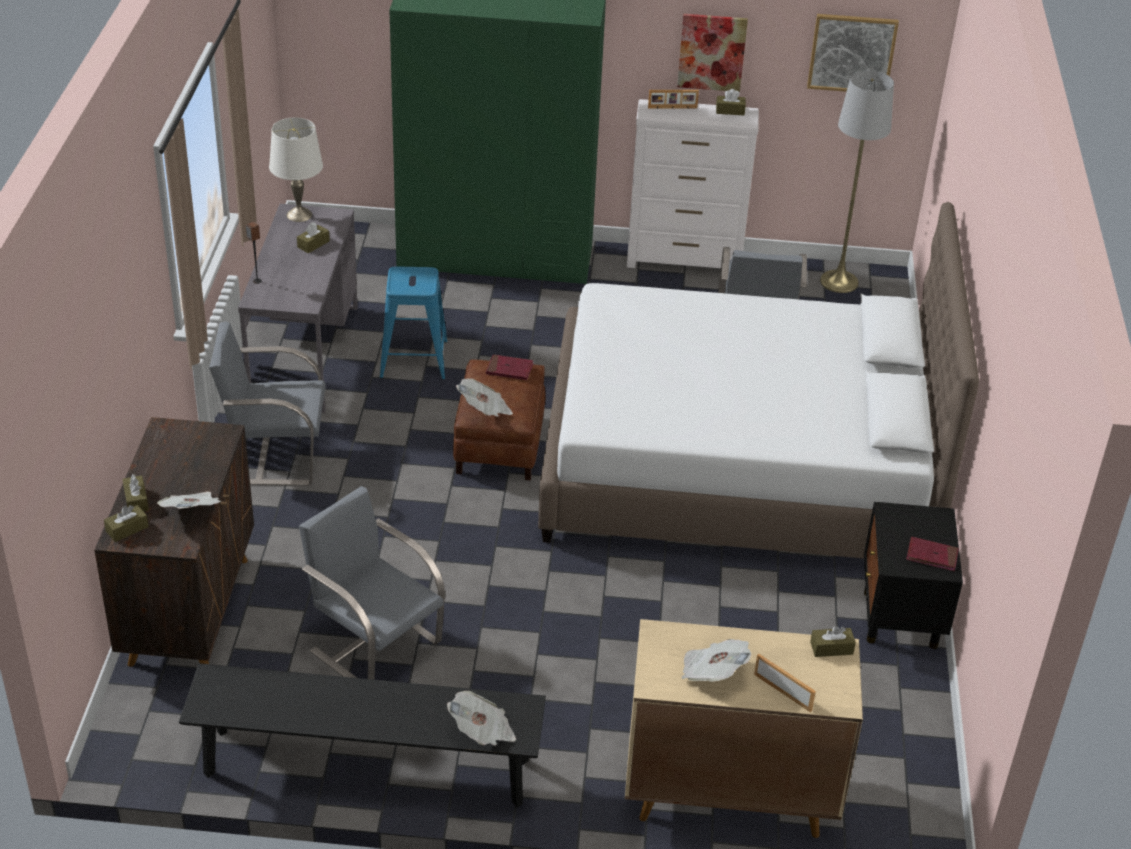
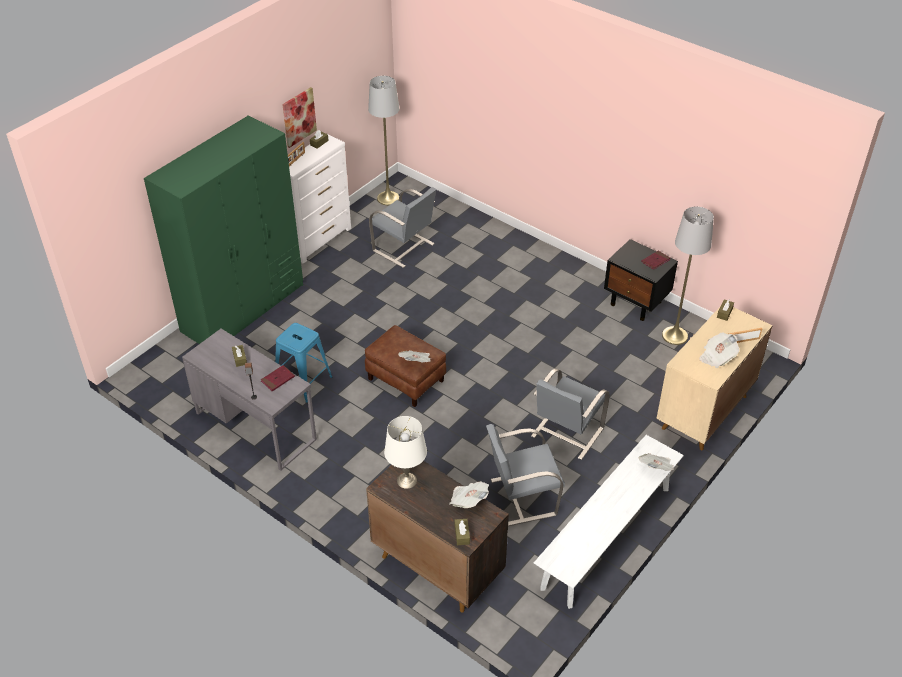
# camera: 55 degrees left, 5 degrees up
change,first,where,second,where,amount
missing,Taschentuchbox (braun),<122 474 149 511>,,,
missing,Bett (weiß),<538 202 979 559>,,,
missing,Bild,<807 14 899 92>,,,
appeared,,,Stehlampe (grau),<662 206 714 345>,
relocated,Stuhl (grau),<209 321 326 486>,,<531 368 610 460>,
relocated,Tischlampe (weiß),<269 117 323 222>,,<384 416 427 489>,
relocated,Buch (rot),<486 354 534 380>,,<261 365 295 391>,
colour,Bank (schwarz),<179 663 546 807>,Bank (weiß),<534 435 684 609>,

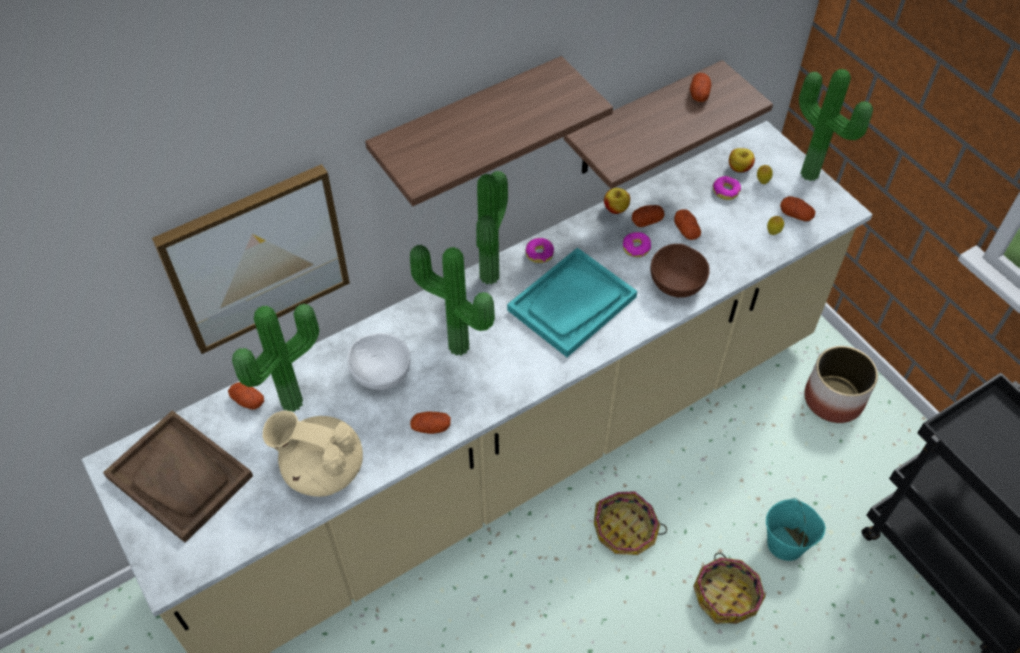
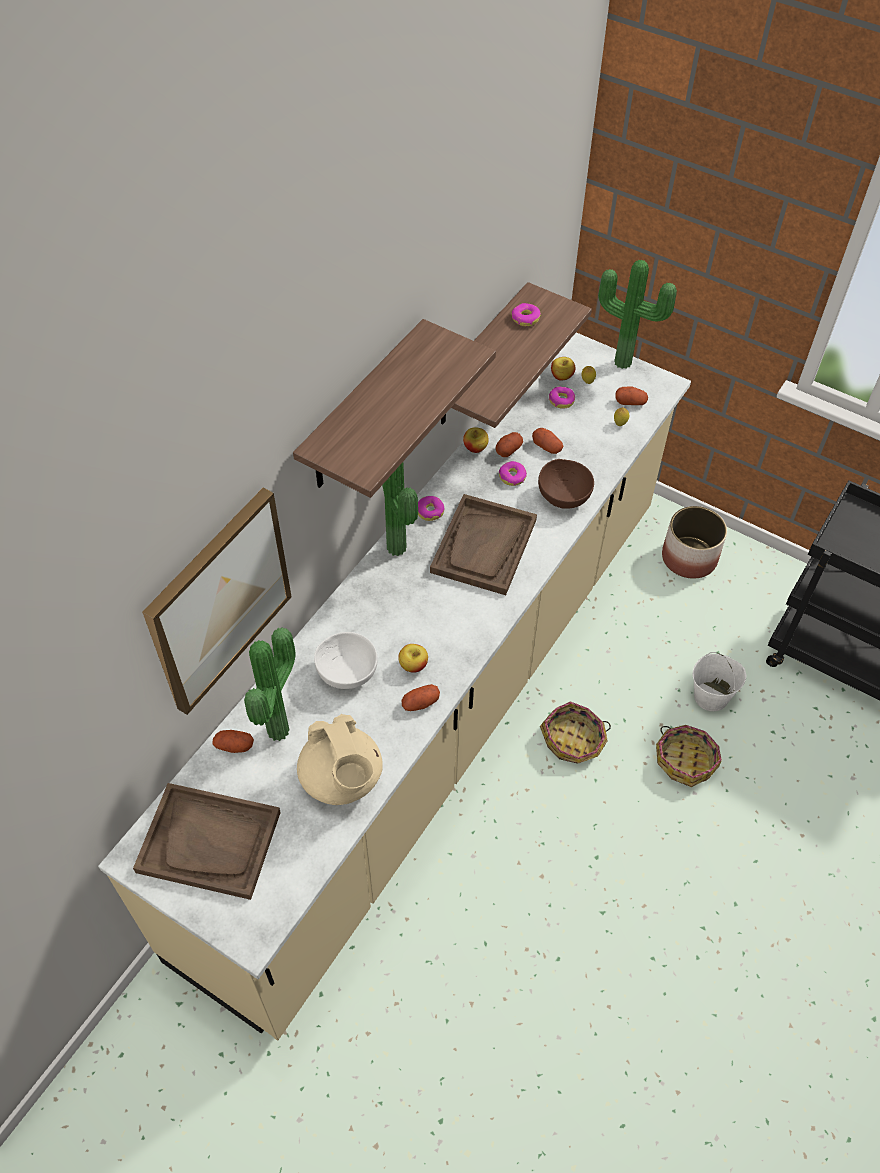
# camera: 25 degrees left, 0 degrees up
change,first,where,second,where,amount
missing,Topfpflanze,<410 245 495 356>,,,
appeared,,,Apfel,<398 644 428 673>,
exchanged,Kartoffel,<690 73 712 102>,Donut,<512 303 541 326>,
colour,Tablett (türkis),<507 248 637 357>,Tablett (braun),<430 494 537 595>,
colour,Eimer (türkis),<766 498 826 561>,Eimer (weiß),<693 652 746 711>,
spun,Teekanne (beige),<262 410 363 497>,,<297 714 383 805>,105 degrees counterclockwise

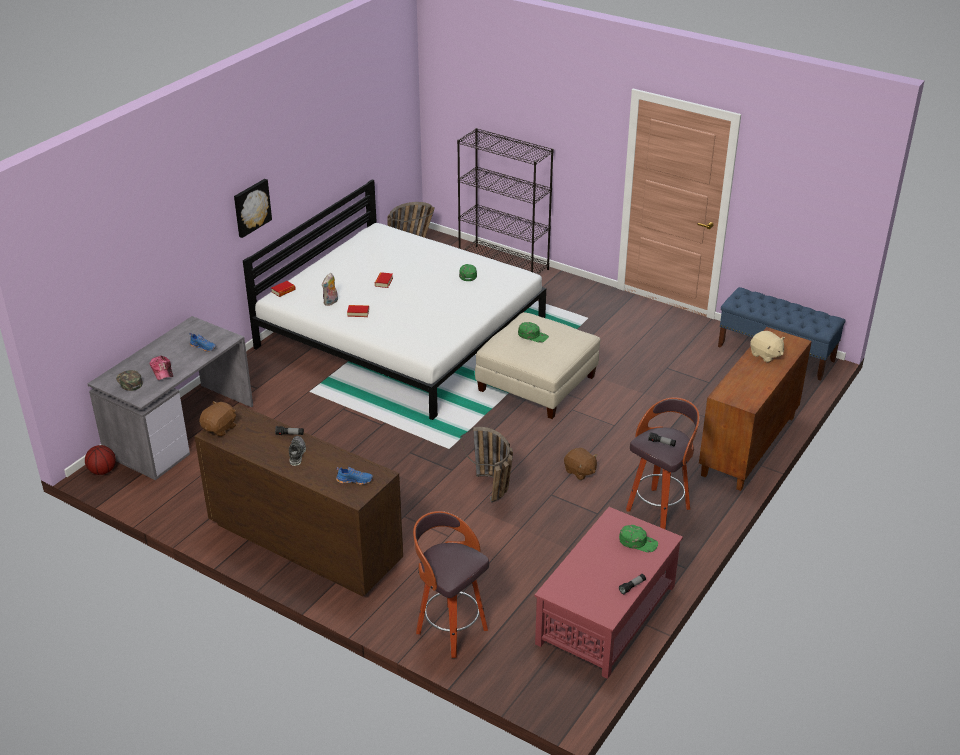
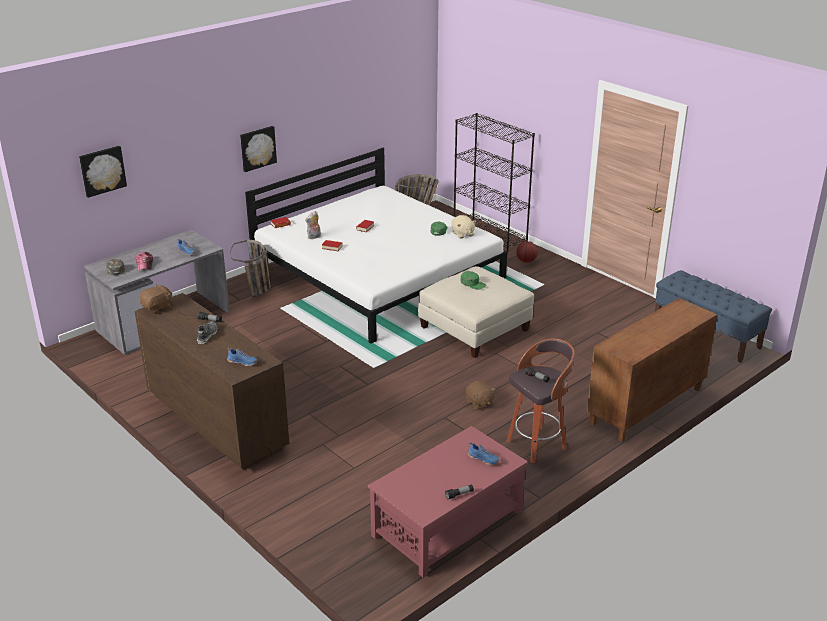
# camera: 15 degrees right, 5 degrees down
change,first,where,second,where,amount
missing,Hocker,<413 511 489 658>,,,
appeared,,,Bild,<79 146 127 198>,
relocated,Basketball,<85 445 116 475>,,<516 241 538 263>,
relocated,Korb,<461 427 513 503>,,<230 240 271 297>,
relocated,Plüschtier (beige),<750 331 785 363>,,<451 215 476 238>,
exchanged,Kappe (grün),<619 525 658 552>,Schuh (blau),<468 442 499 465>,

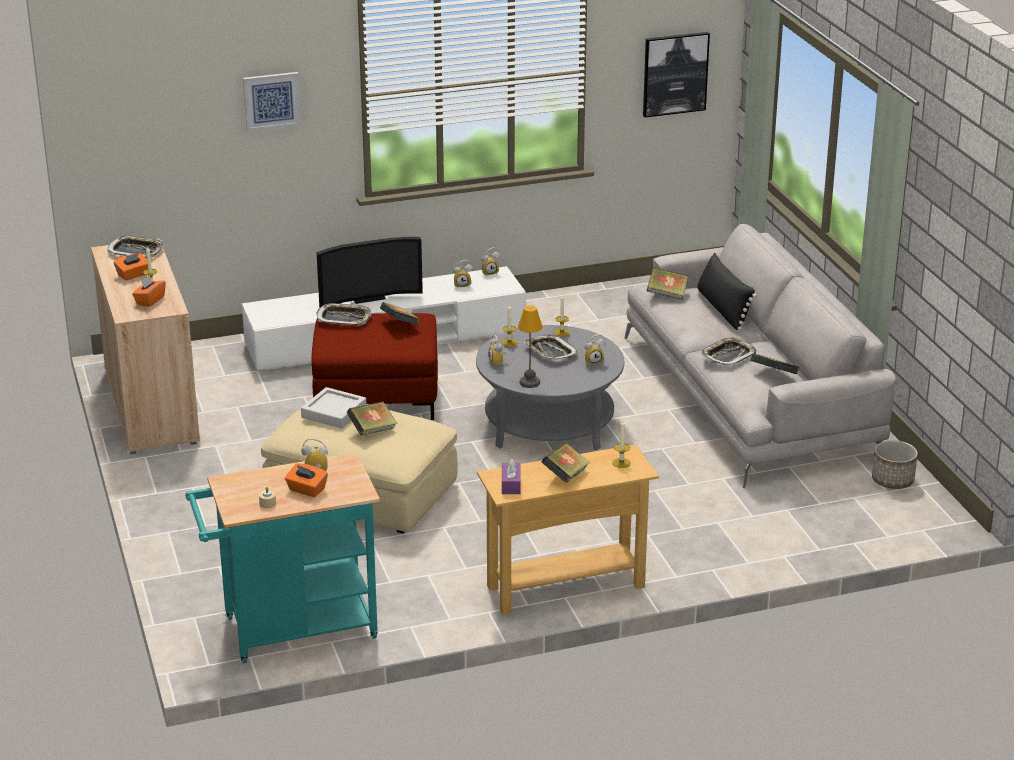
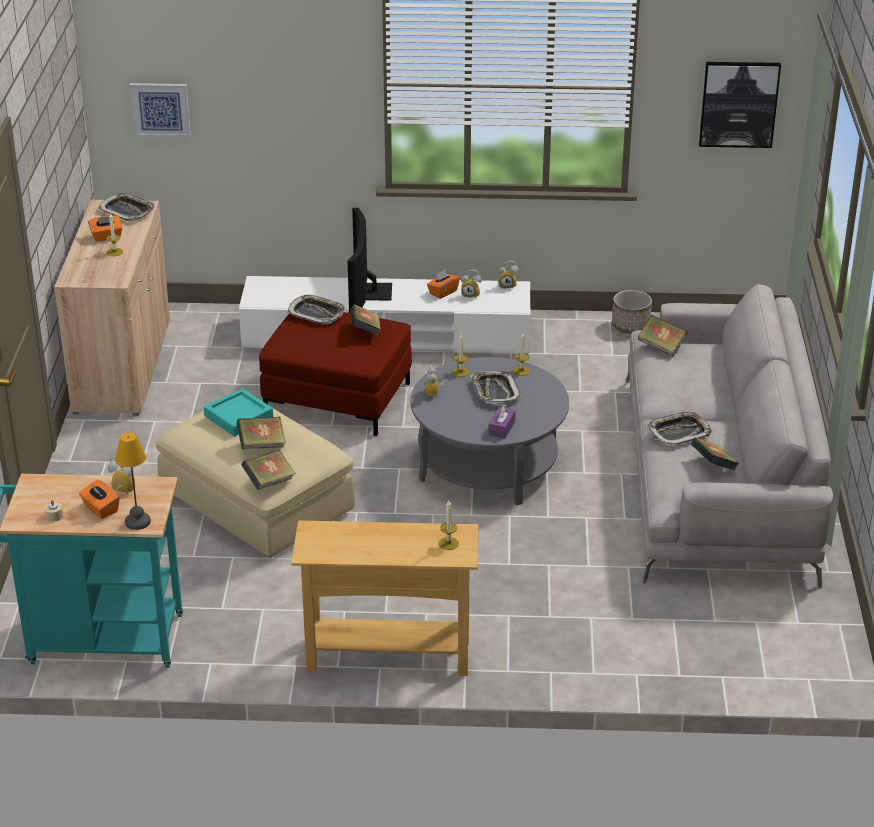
# camera: 20 degrees right, 5 degrees up
change,first,where,second,where,amount
missing,Wecker,<585 334 606 365>,,,
missing,Kissen (schwarz),<697 253 757 331>,,,
relocated,Taschentuchbox (orange),<132 275 166 307>,,<427 269 460 299>,
relocated,Bild,<243 72 301 132>,,<129 83 191 138>,
relocated,Taschentuchbox (lila),<502 458 521 494>,,<489 404 516 439>,
relocated,Tischlampe,<518 306 543 388>,,<115 432 151 530>,
relocated,Buch,<542 443 590 483>,,<242 450 296 490>,
relocated,Pflanzkübel,<872 440 918 489>,,<612 290 652 334>,
colour,Tablett (grau),<301 387 366 429>,Tablett (türkis),<204 388 273 436>,
spun,Fernseher,<317 237 423 307>,,<348 208 392 313>,90 degrees clockwise

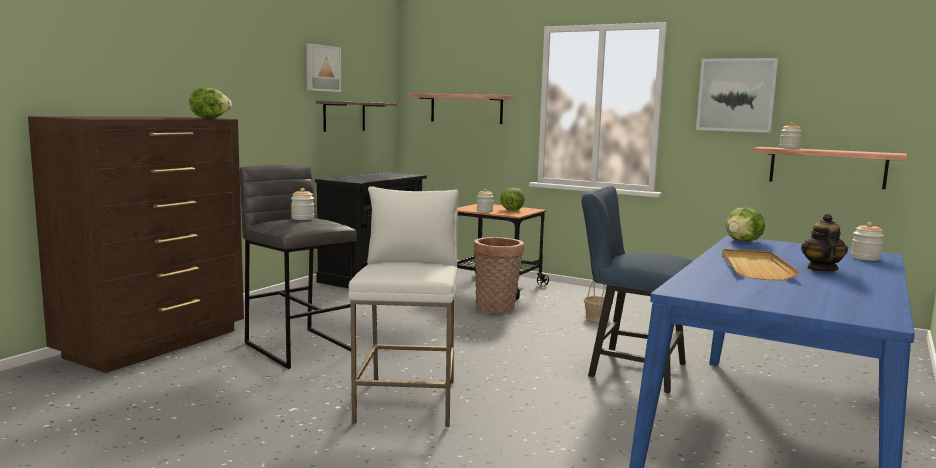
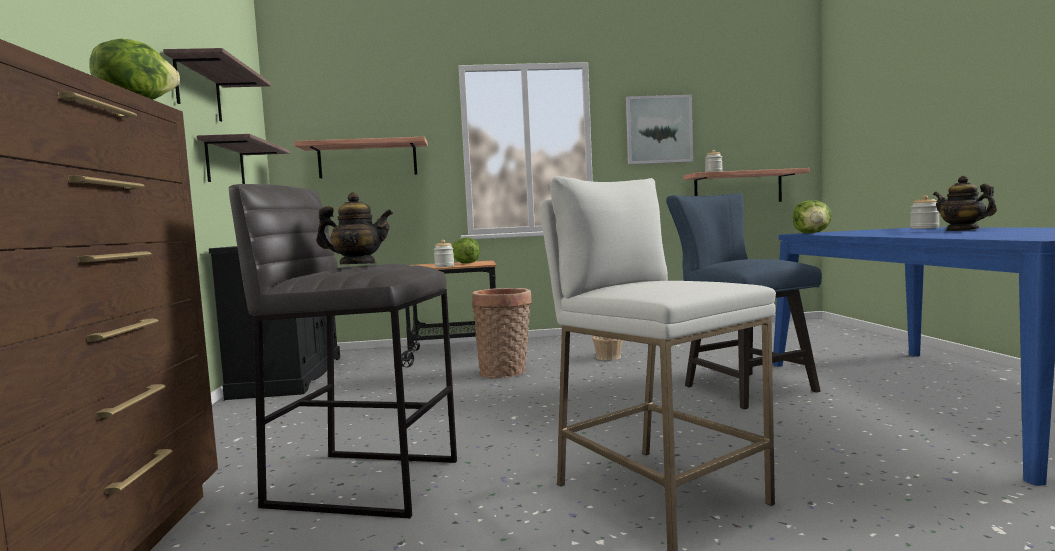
# camera: 35 degrees left, 5 degrees down
change,first,where,second,where,amount
missing,Tablett (beige),<722 249 799 280>,,,
exchanged,Vorratsglas,<291 188 314 220>,Teekanne,<316 192 393 264>,
exchanged,Bild,<306 43 341 92>,Wandregal,<163 48 271 122>,
spun,Stuhl (blau),<582 186 693 393>,,<666 193 822 409>,75 degrees clockwise

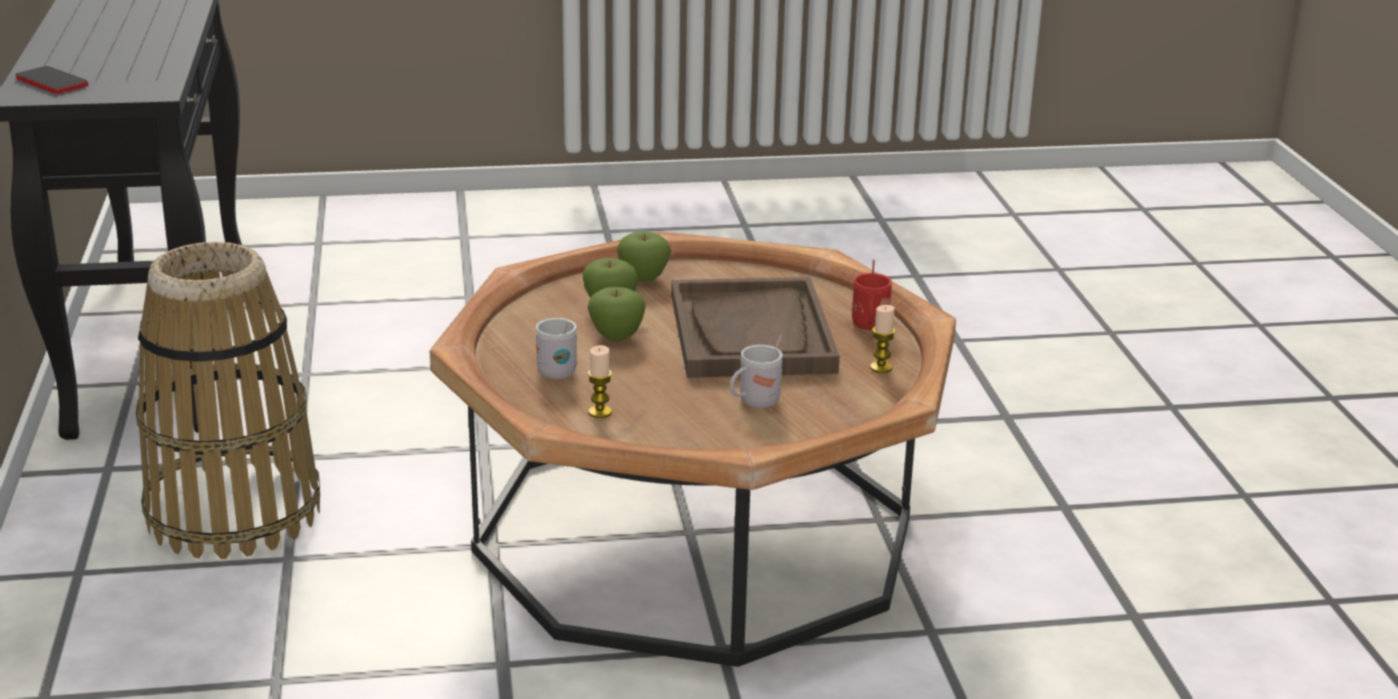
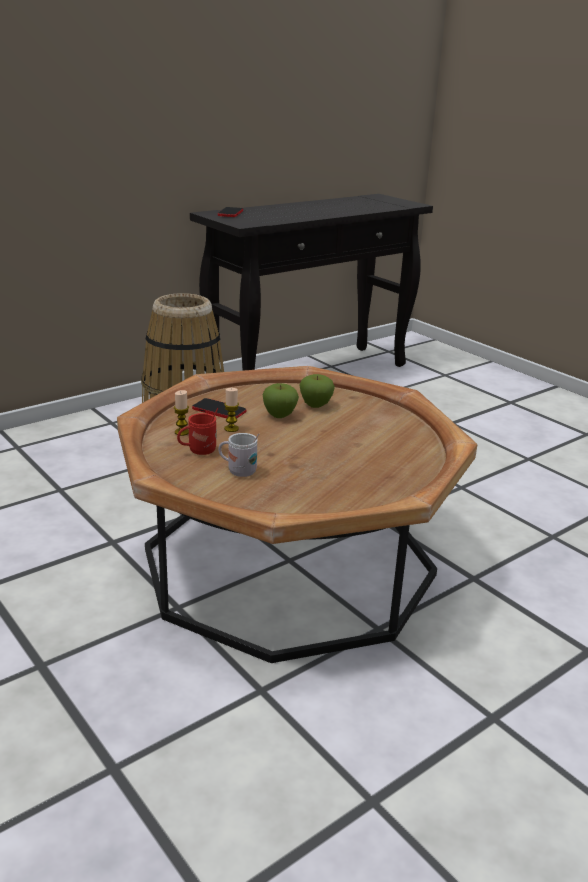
# camera: 60 degrees right, 0 degrees up
change,first,where,second,where,amount
missing,Apfel,<617 231 671 281>,,,
missing,Tablett (braun),<671 277 840 378>,,,
relocated,Henkelbecher (rot),<852 260 892 330>,,<177 408 218 455>,
relocated,Kerze,<870 305 895 373>,,<224 388 239 432>,
exchanged,Henkelbecher (weiß),<536 318 577 379>,Handy,<192 398 246 418>,

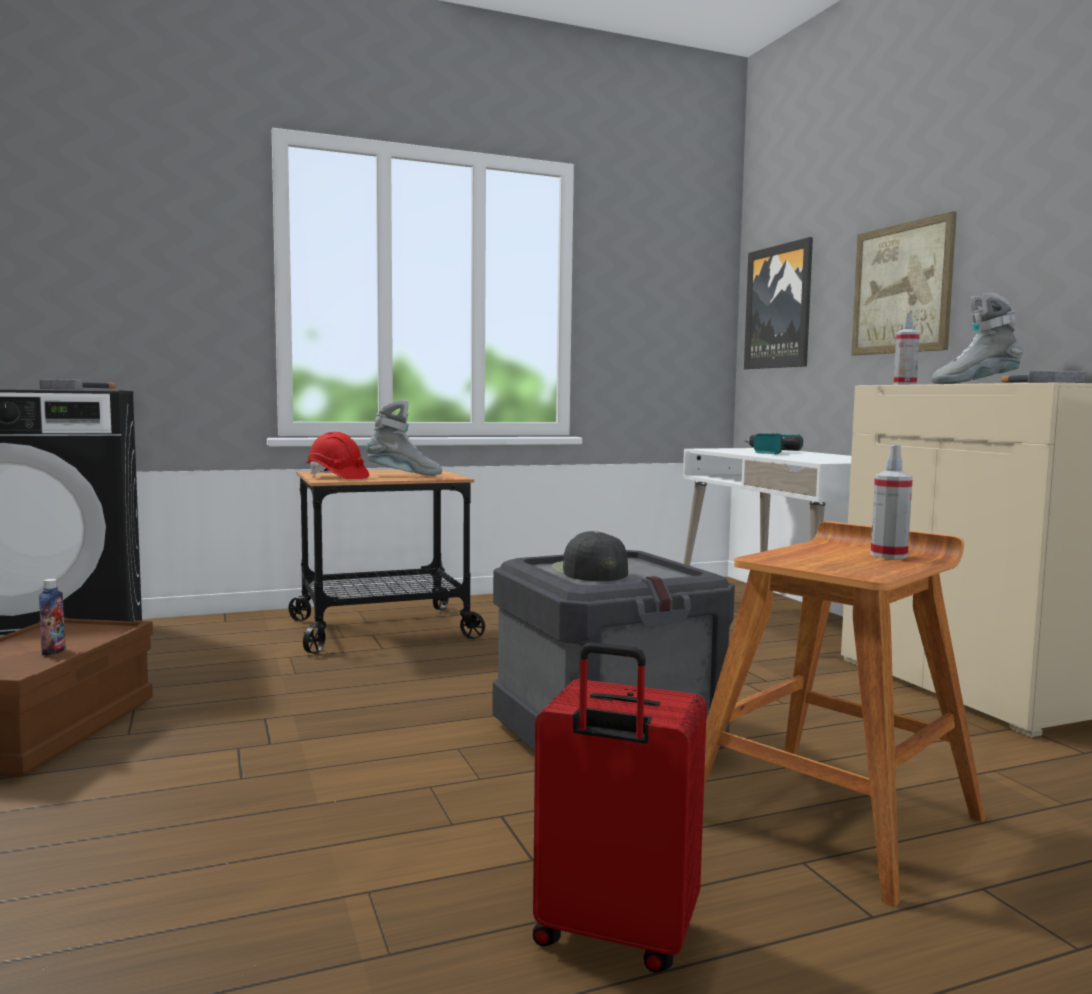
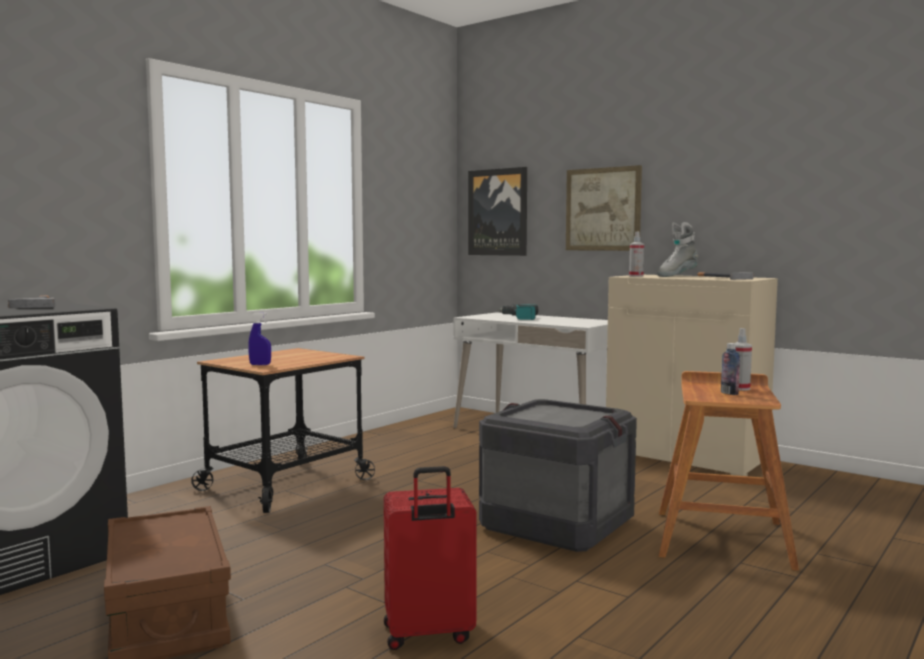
# camera: 30 degrees left, 0 degrees up
change,first,where,second,where,amount
missing,Stiefel (grau),<366 400 442 475>,,,
missing,Kappe (schwarz),<552 531 628 581>,,,
relocated,Flasche,<39 579 65 655>,,<721 343 740 395>,
relocated,Koffer (rot),<533 642 707 973>,,<384 466 477 650>,
exchanged,Schutzhelm (rot),<306 432 369 479>,Sprühflasche (blau),<248 312 271 365>,

